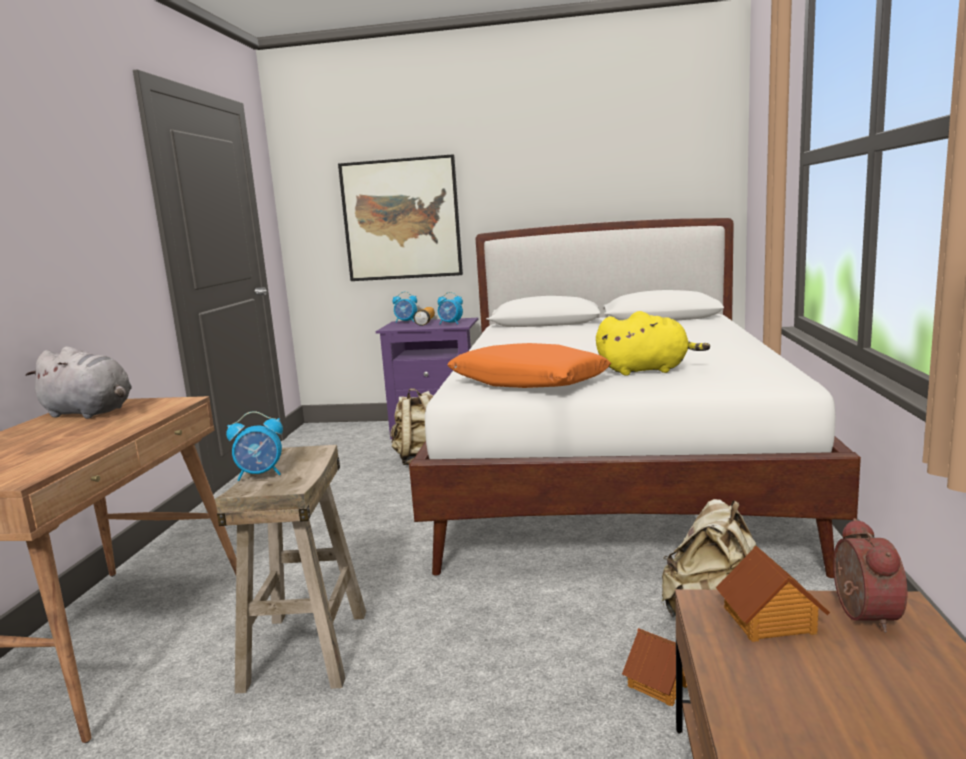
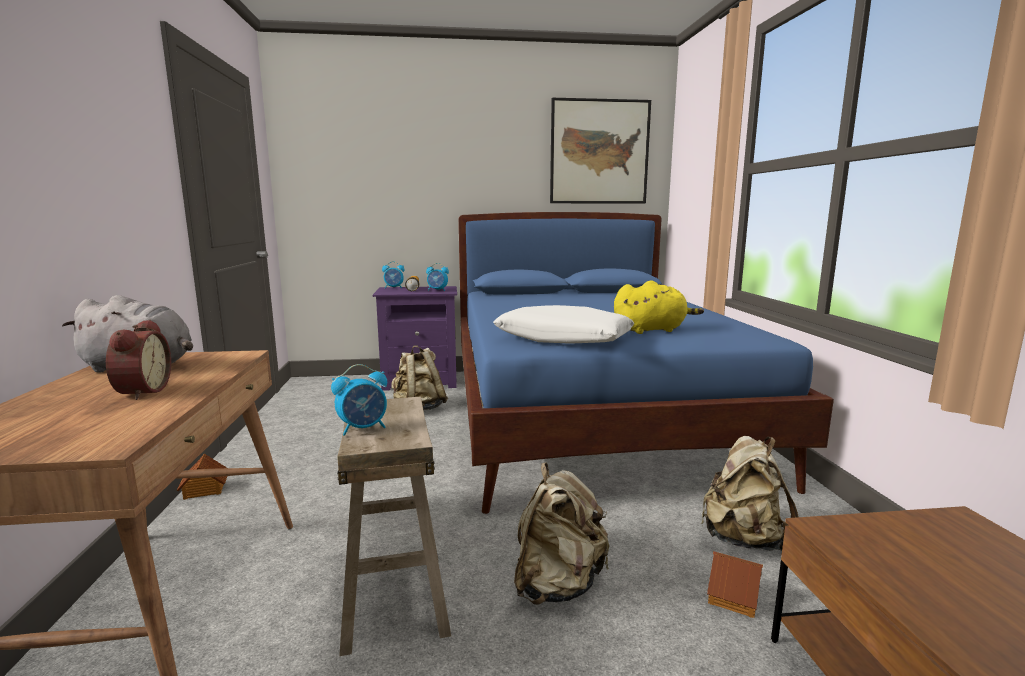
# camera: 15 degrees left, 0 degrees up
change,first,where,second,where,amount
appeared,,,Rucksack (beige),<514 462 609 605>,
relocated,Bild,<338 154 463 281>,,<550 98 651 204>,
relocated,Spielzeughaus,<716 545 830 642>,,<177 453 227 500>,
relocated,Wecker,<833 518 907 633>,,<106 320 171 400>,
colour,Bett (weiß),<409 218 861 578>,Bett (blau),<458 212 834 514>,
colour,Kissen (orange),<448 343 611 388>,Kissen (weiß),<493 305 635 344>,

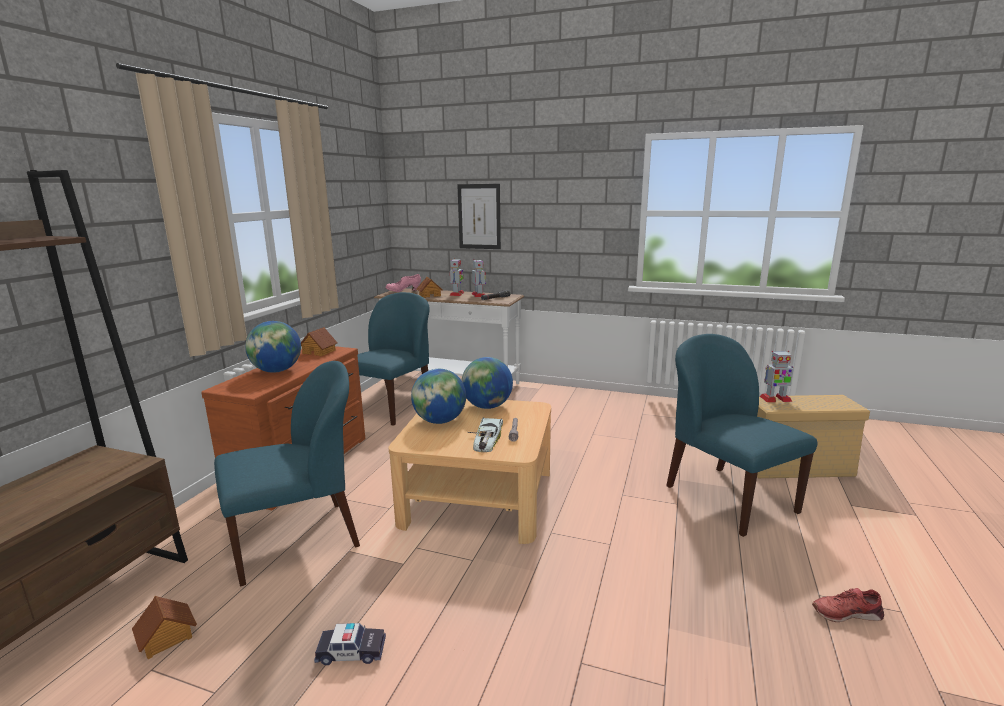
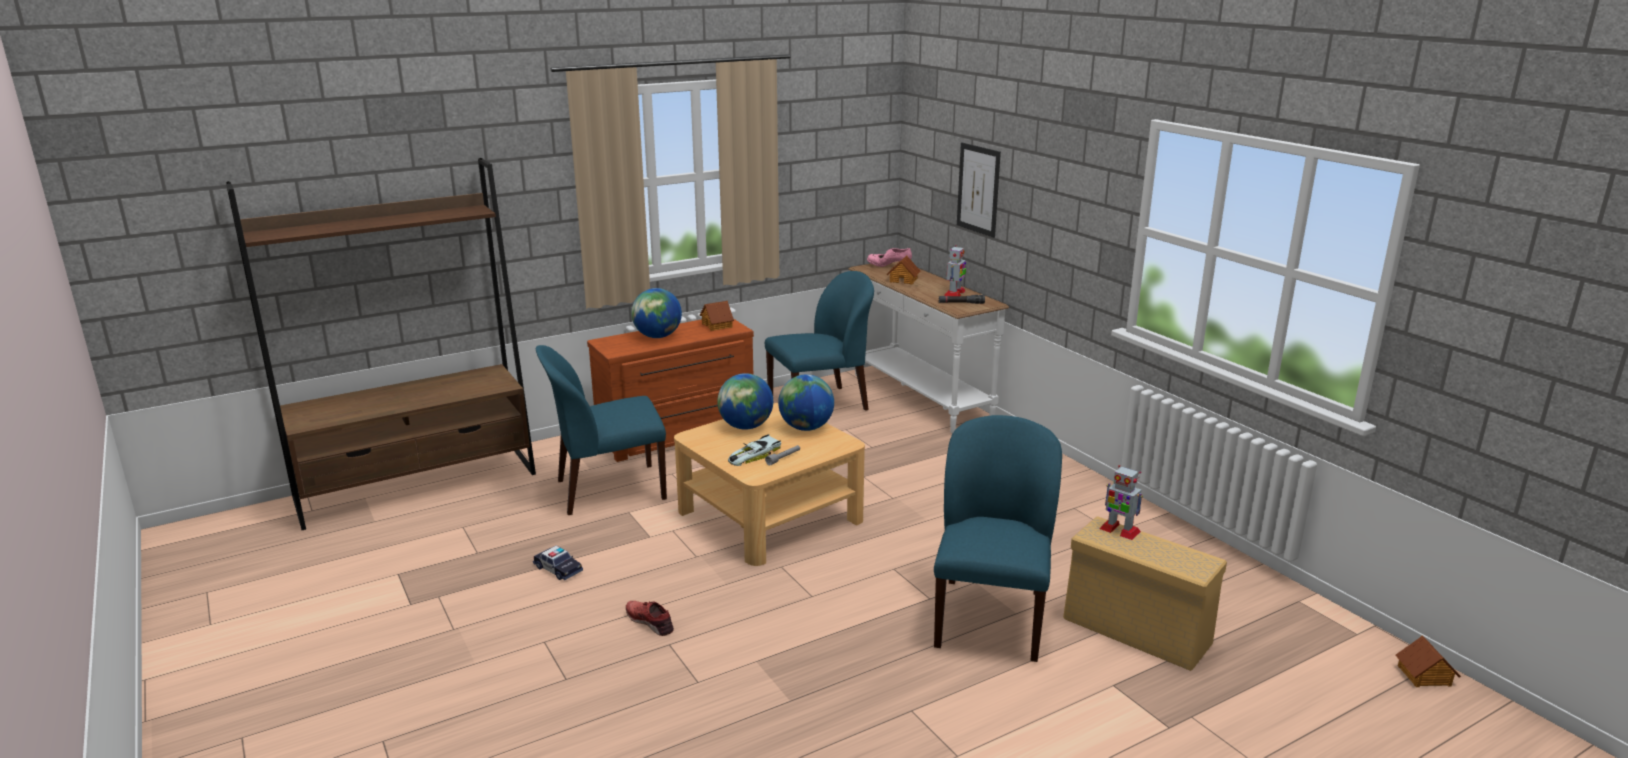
# camera: 40 degrees right, 5 degrees up
change,first,where,second,where,amount
missing,Spielzeugroboter,<450 258 464 296>,,,
relocated,Spielzeughaus,<132 596 197 659>,,<1395 635 1461 687>,
relocated,Schuh (rot),<812 588 884 622>,,<626 601 674 636>,
spun,Stuhl (blau),<214 361 360 587>,,<536 345 667 515>,150 degrees clockwise

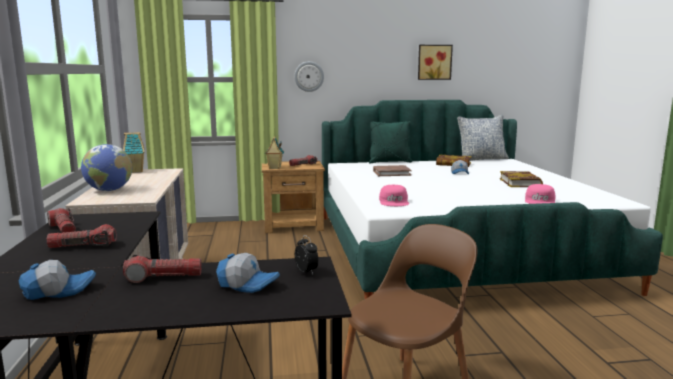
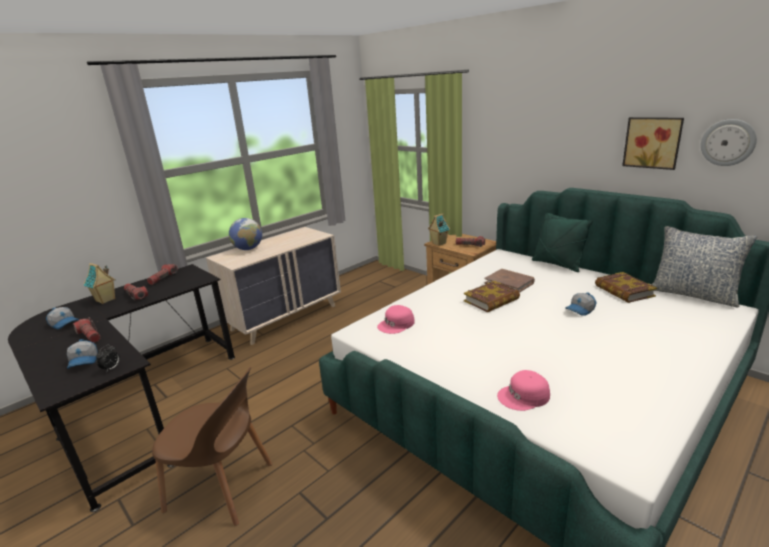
# camera: 55 degrees right, 10 degrees up
change,first,where,second,where,amount
relocated,Spielzeughaus,<123 132 145 173>,,<84 263 115 304>,
relocated,Wanduhr,<294 61 324 92>,,<701 119 757 166>,
relocated,Buch,<500 171 543 187>,,<464 281 520 312>,

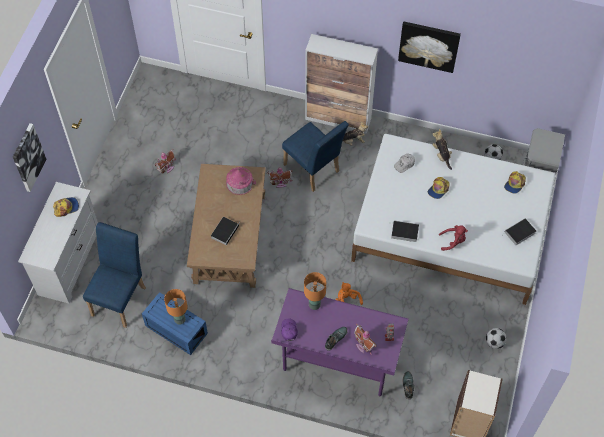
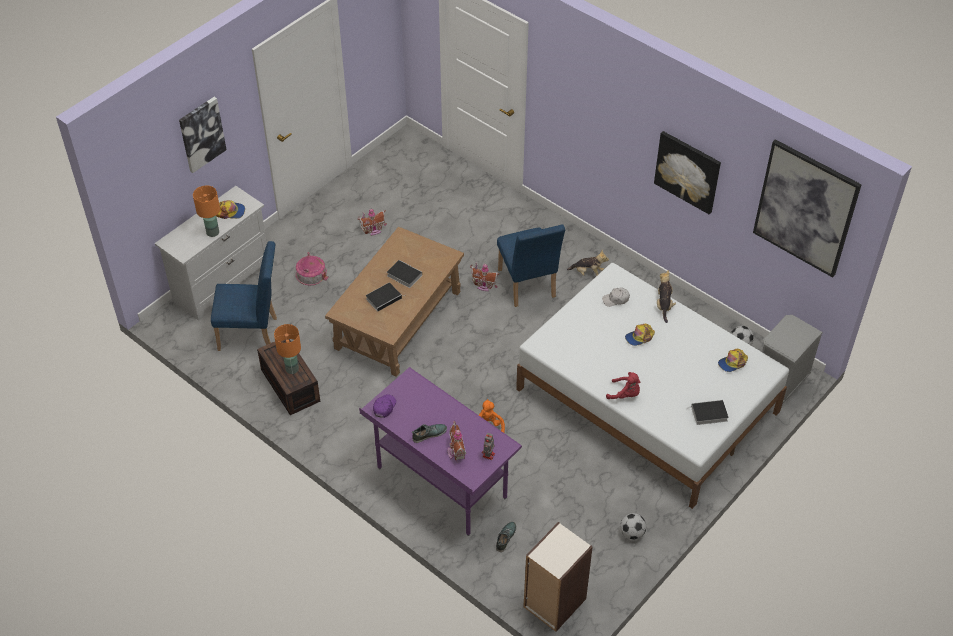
# camera: 25 degrees right, 10 degrees down
change,first,where,second,where,amount
missing,Schrank,<305 34 378 134>,,,
appeared,,,Bild,<753 139 862 277>,
relocated,Spielzeughaus,<226 167 256 195>,,<296 252 329 285>,
relocated,Tischlampe (orange),<304 272 326 310>,,<193 185 220 237>,
relocated,Buch,<388 221 419 242>,,<387 260 422 288>,
colour,Aufbewahrungsbox (blau),<142 292 208 355>,Aufbewahrungsbox (braun),<257 339 320 415>,
spun,Stuhl (blau),<83 222 146 328>,,<211 241 277 351>,45 degrees clockwise

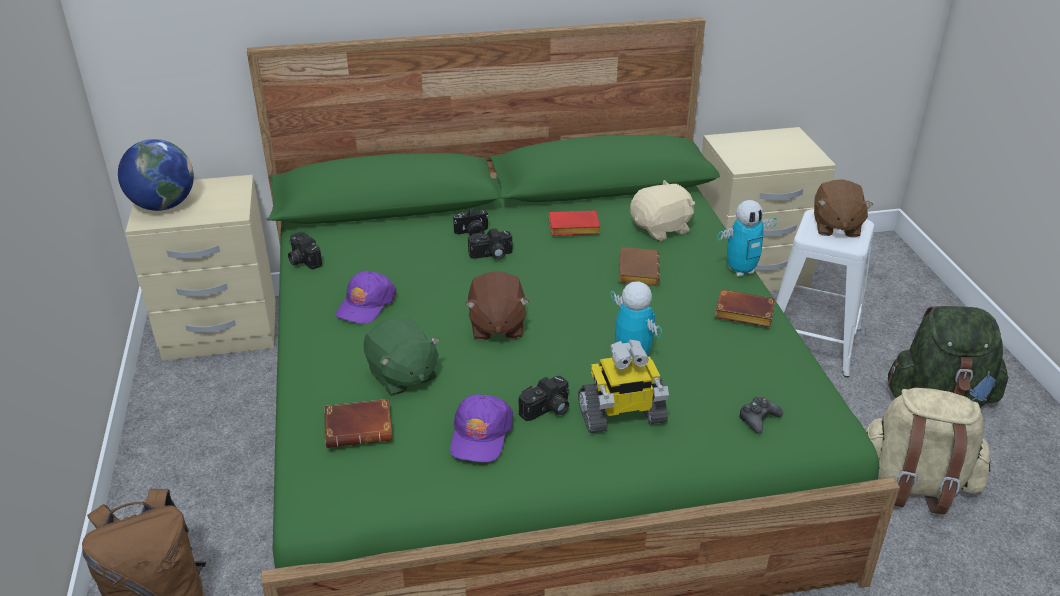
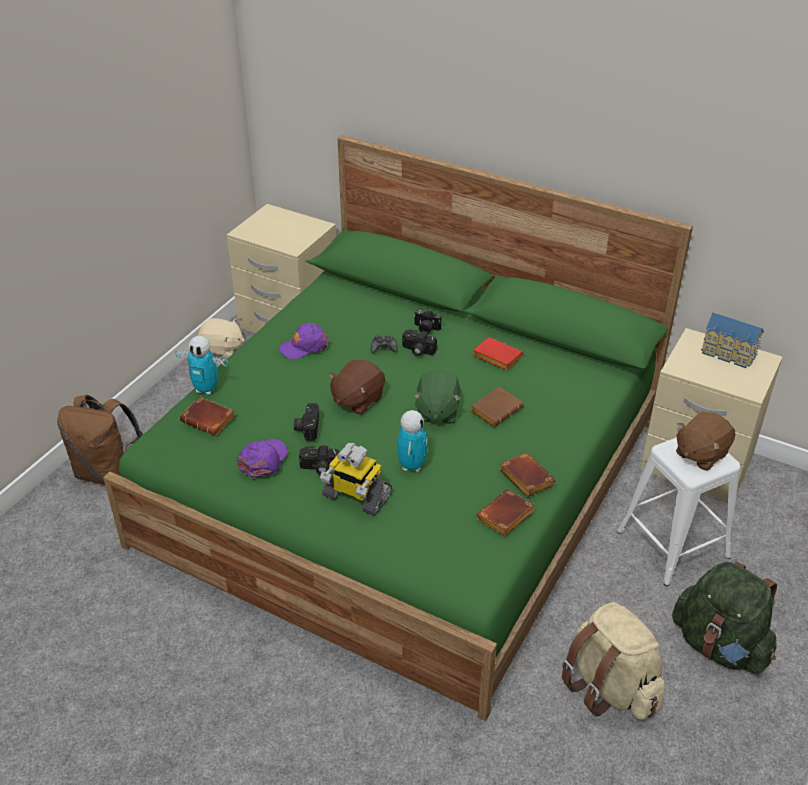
# camera: 40 degrees right, 5 degrees up
change,first,where,second,where,amount
missing,Globus,<118 139 194 211>,,,
appeared,,,Buch (braun),<476 489 535 536>,
appeared,,,Spielzeughaus,<701 313 764 368>,
relocated,Kamera,<288 232 322 270>,,<294 403 319 441>,
relocated,Plüschtier (grün),<364 318 440 396>,,<413 371 461 424>,
relocated,Plüschtier (beige),<630 180 695 241>,,<198 318 245 358>,
relocated,Spielzeugroboter,<717 200 777 277>,,<175 336 228 395>,
relocated,Gamepad (schwarz),<739 396 783 433>,,<371 335 398 353>,
spun,Kappe (lila),<450 394 513 463>,,<237 439 288 478>,150 degrees clockwise

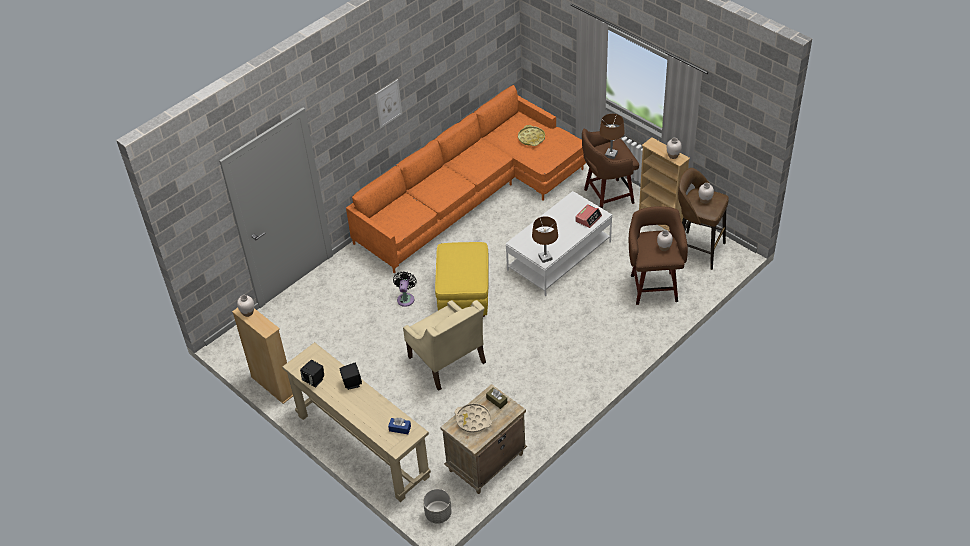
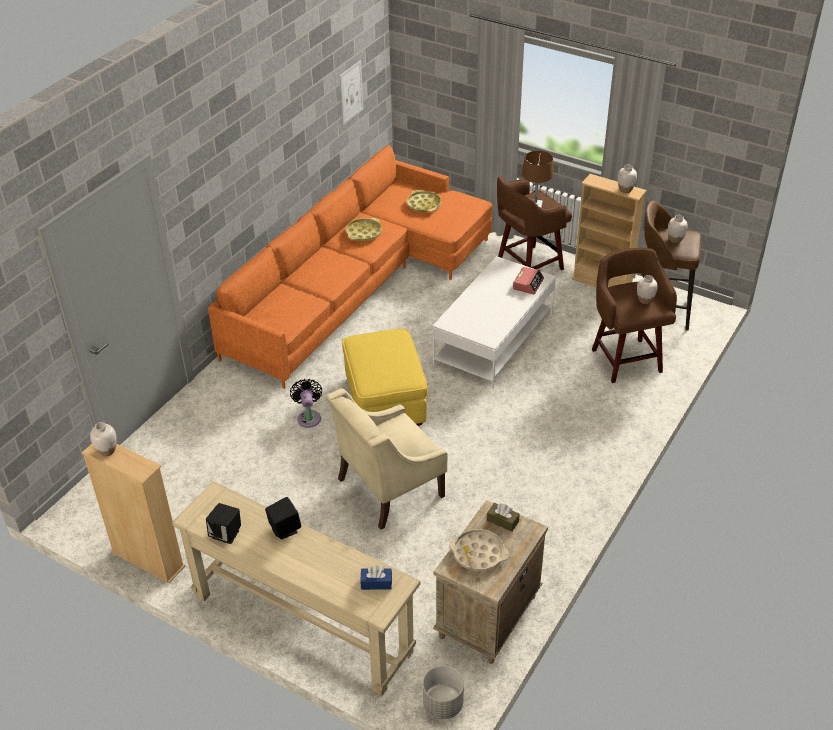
# camera: 15 degrees left, 5 degrees down
change,first,where,second,where,amount
missing,Tischlampe (braun),<532 216 558 263>,,,
appeared,,,Tablett (gelb),<346 218 382 241>,
relocated,Bild,<375 79 402 129>,,<339 61 363 125>,
spun,Sessel (beige),<403 300 486 391>,,<326 388 448 530>,105 degrees clockwise

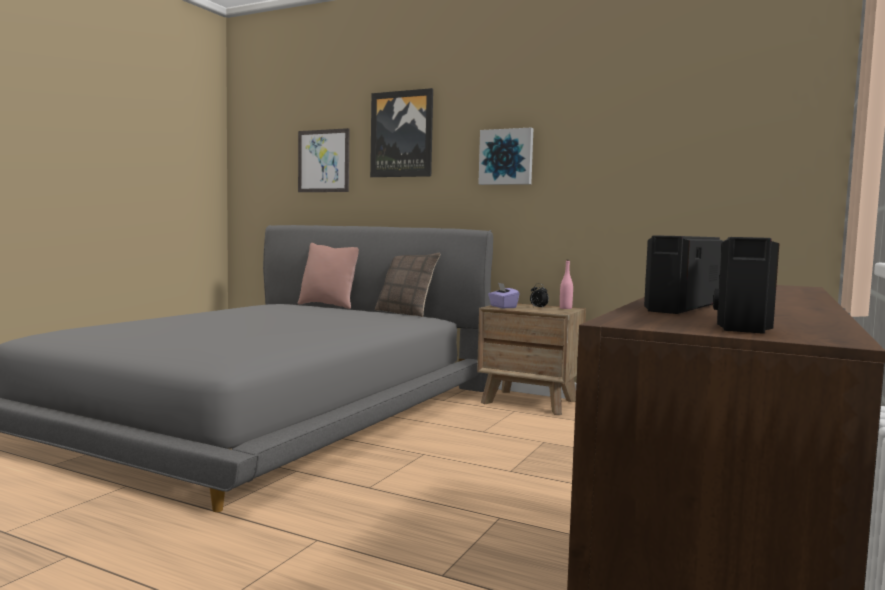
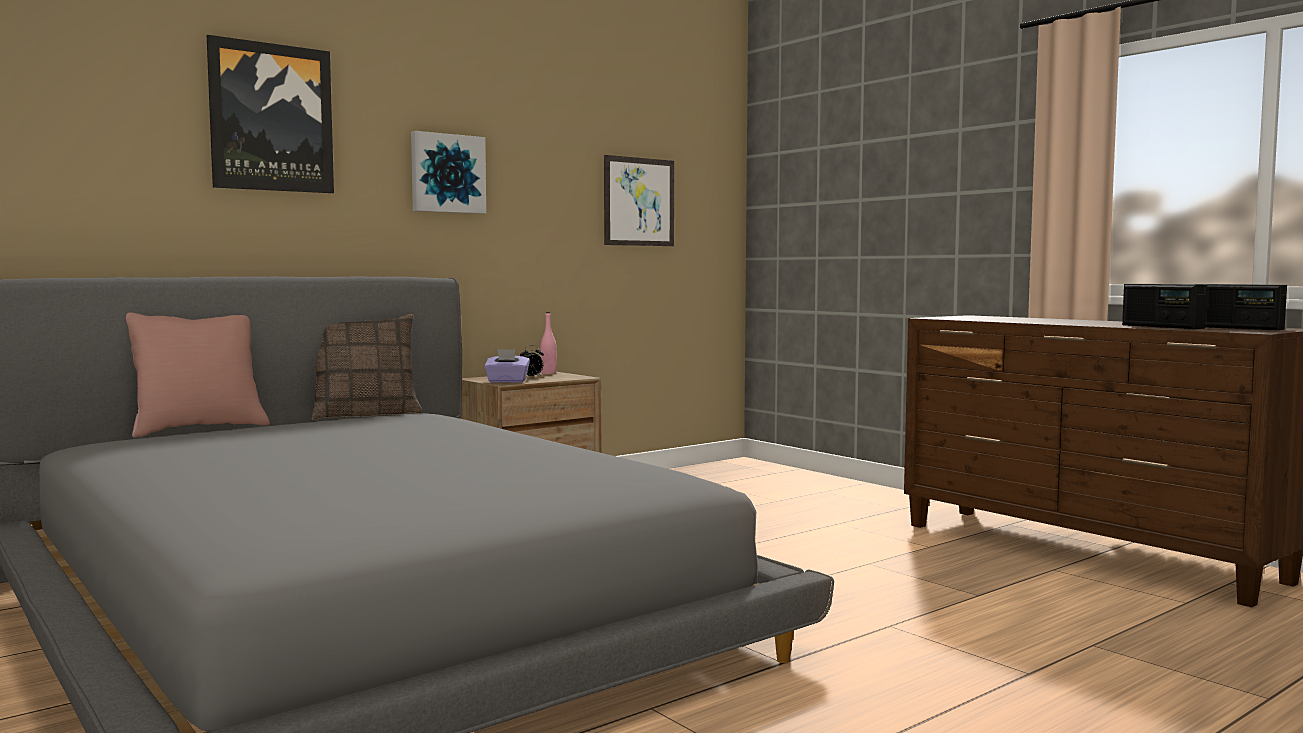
# camera: 65 degrees left, 0 degrees up
change,first,where,second,where,amount
relocated,Bild,<298 128 349 192>,,<604 155 674 246>,

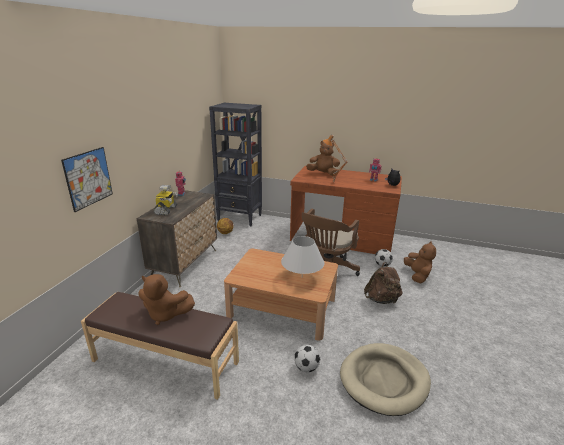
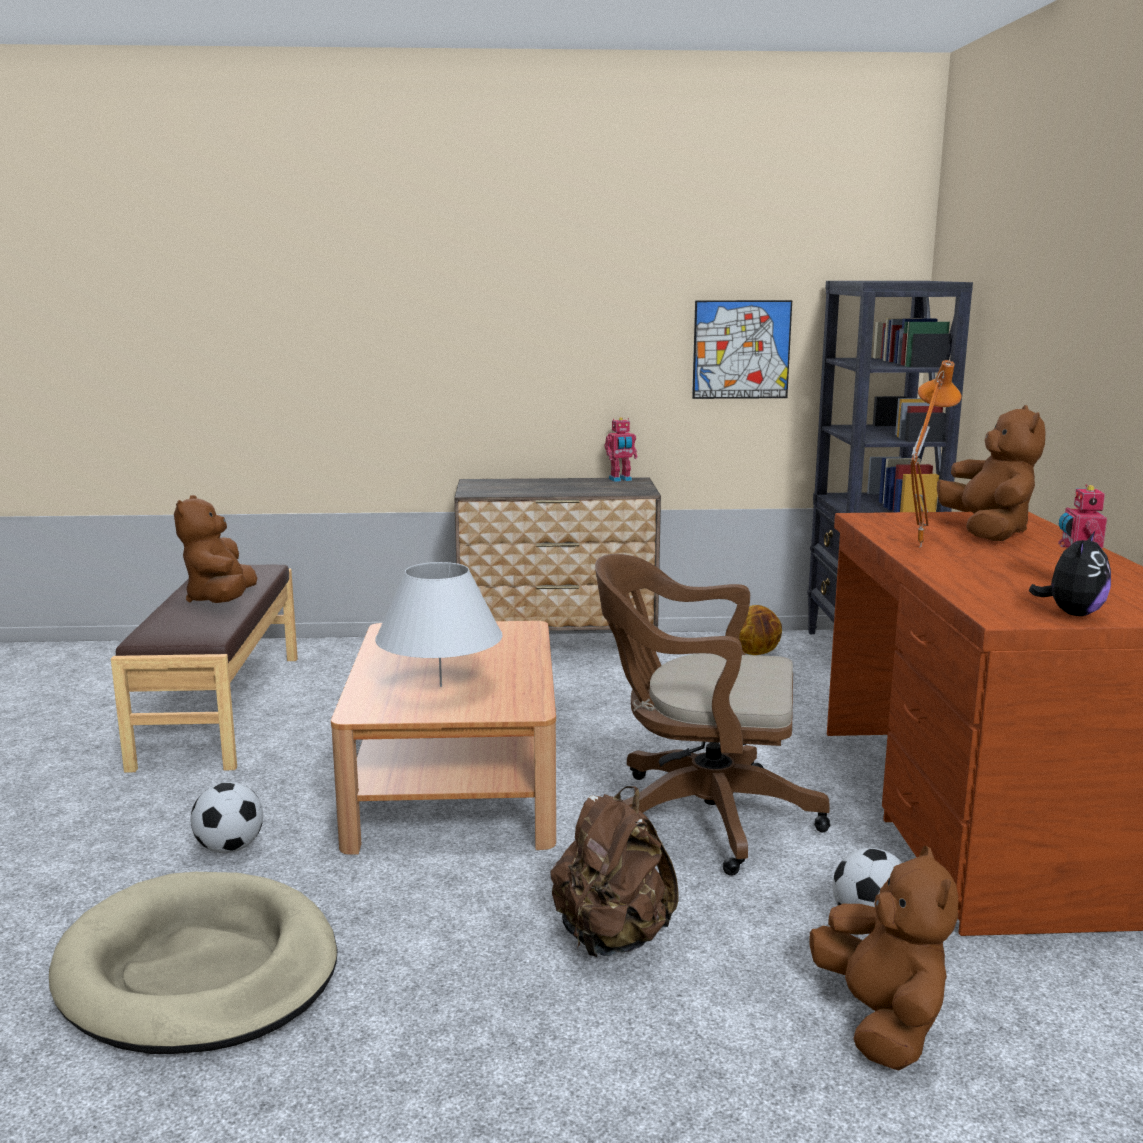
# camera: 70 degrees right, 10 degrees down
change,first,where,second,where,amount
missing,Spielzeugroboter,<153 185 178 215>,,,
relocated,Bild,<61 147 113 212>,,<692 300 792 399>,
spun,Plüschtier (braun),<404 241 436 284>,,<809 846 958 1070>,75 degrees counterclockwise

